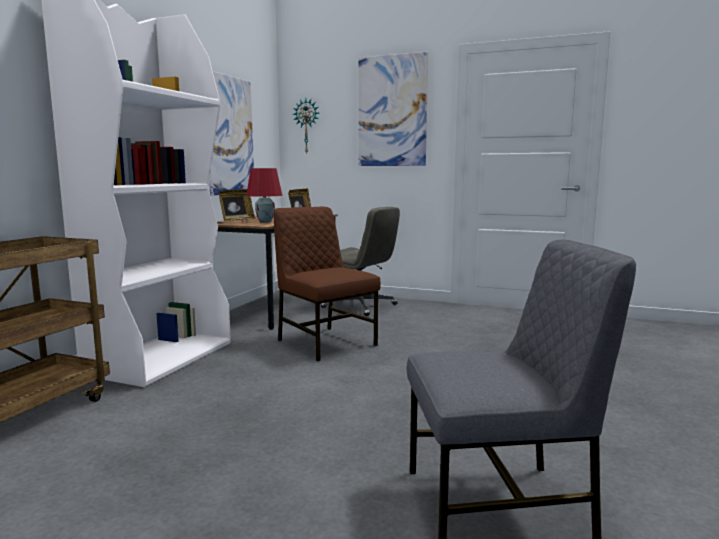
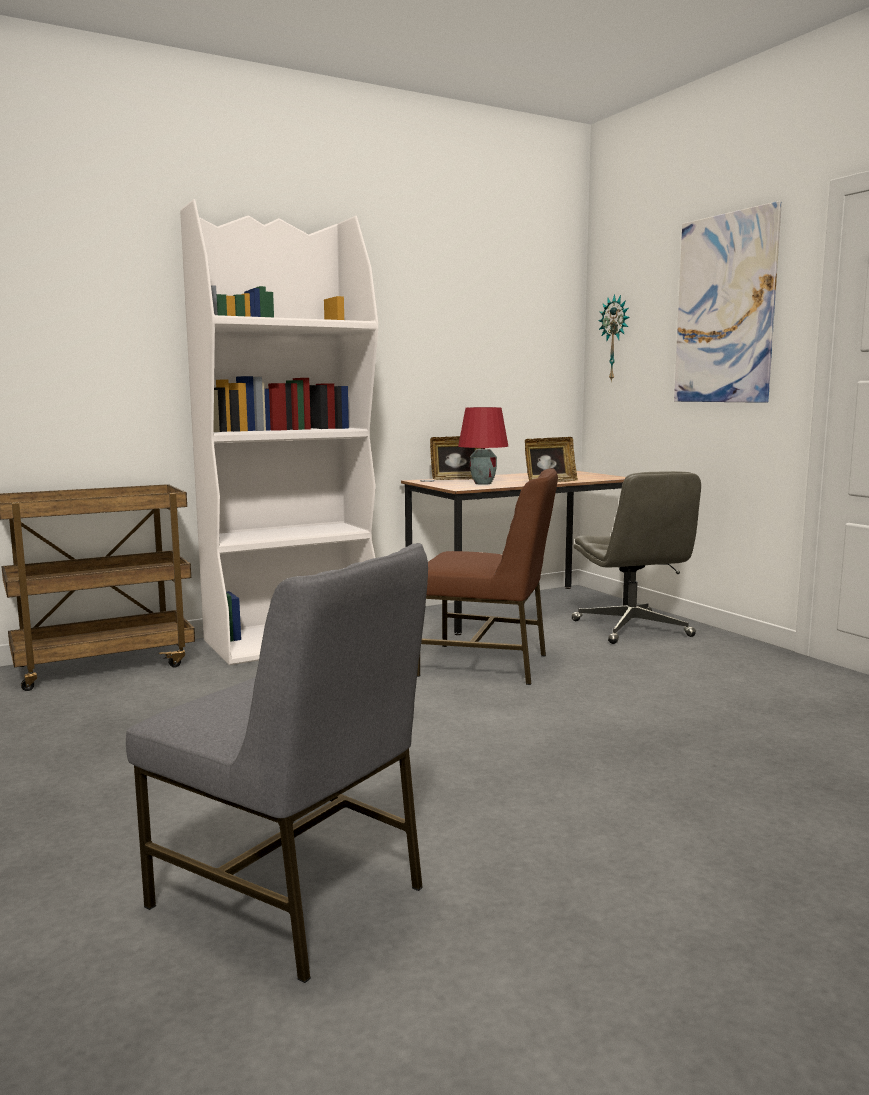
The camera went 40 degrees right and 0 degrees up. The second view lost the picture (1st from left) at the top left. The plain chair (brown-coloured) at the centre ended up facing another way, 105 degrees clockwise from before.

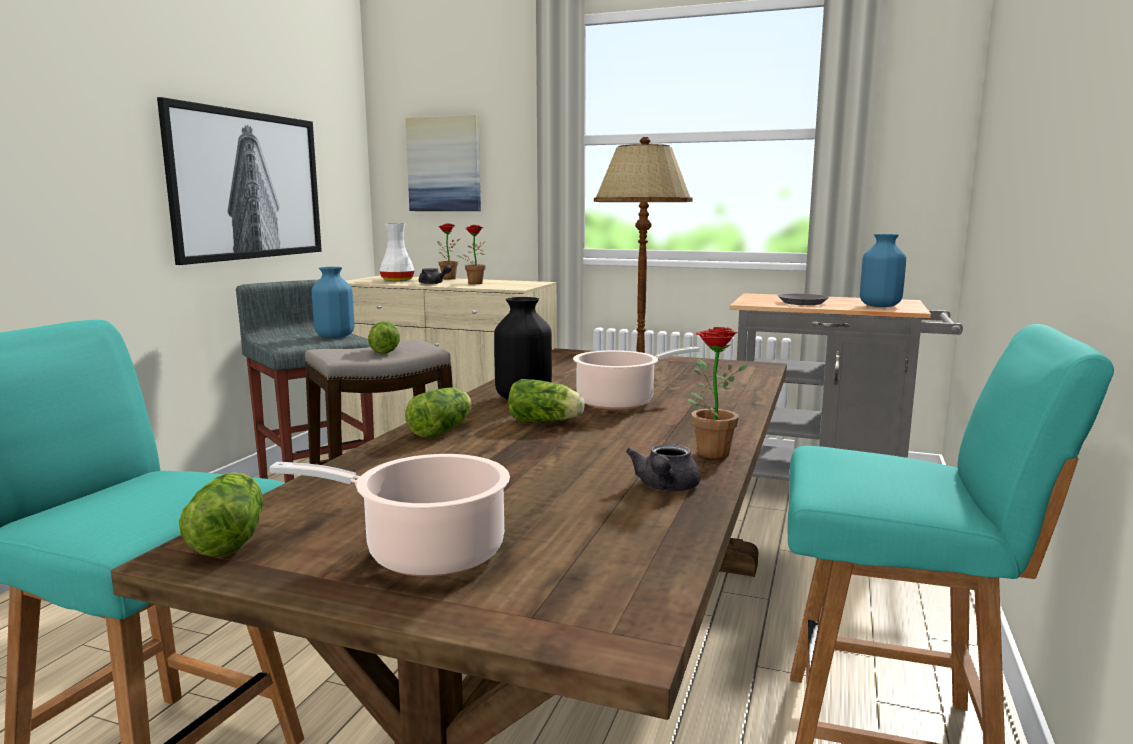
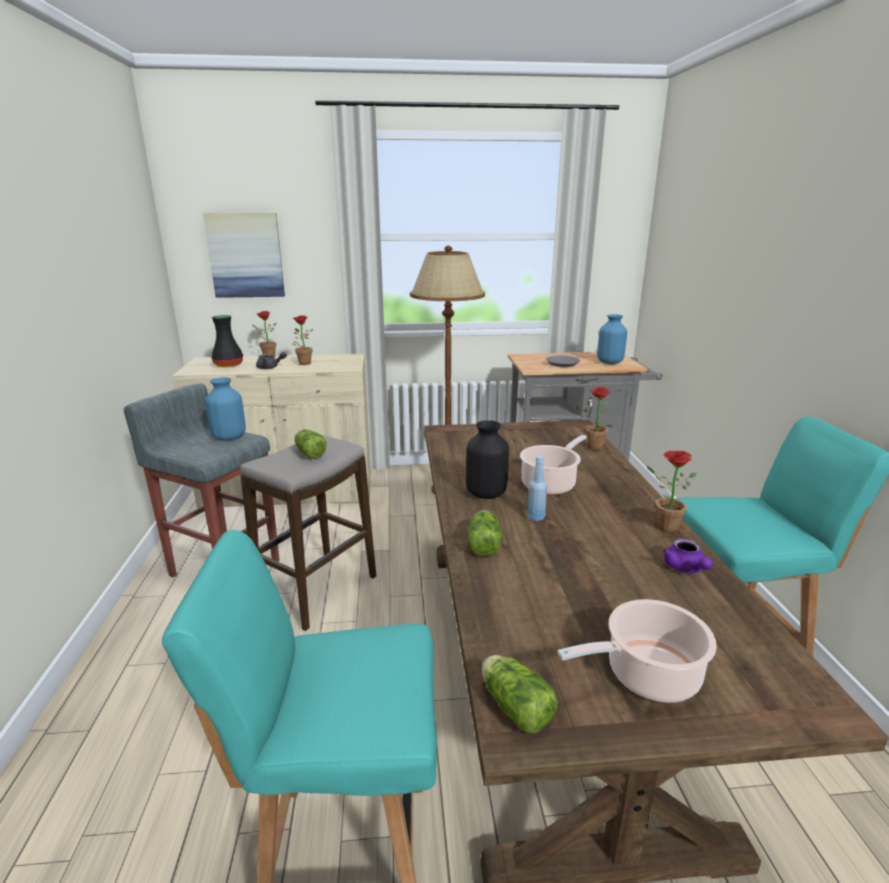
The camera went 25 degrees left and 10 degrees up. The second view lost the picture (1st from left) at the top left. What was the flower vase (white) at the centre turned into the flower vase (blackish) (1st from left) at the middle left. Where the lettuce head (4th from left) stood at the centre, the drink bottle (bluish) came to stand at the centre. What was the tea pot (grey) (2nd from left) at the centre turned into the tea pot (purplish) at the middle right. The second view gained the houseplant (3rd from left) at the middle right.

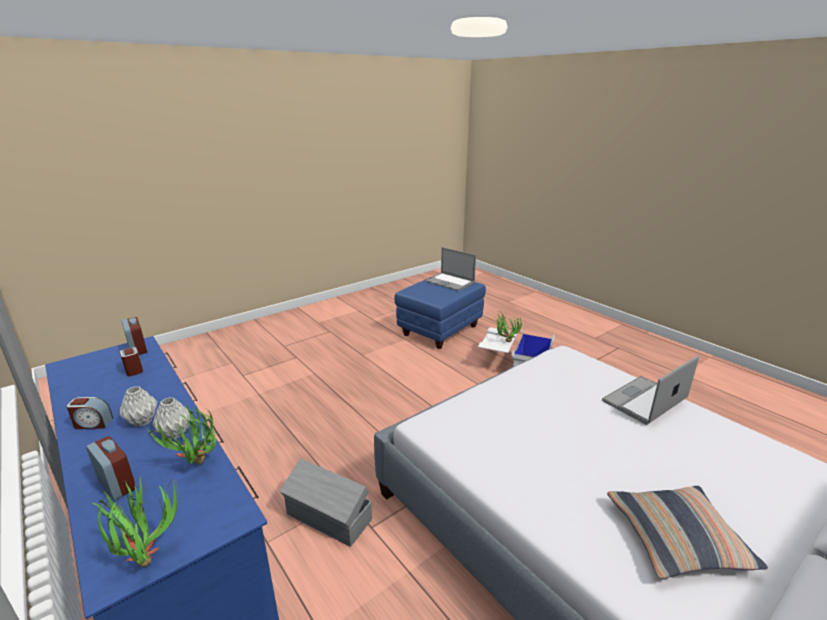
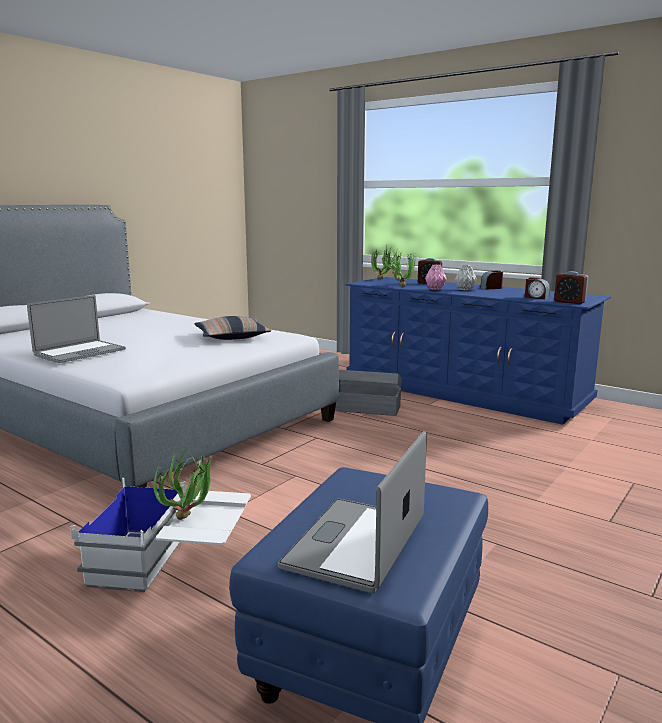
The camera went 165 degrees right and 10 degrees down. The portable computer (1st from left in the first image) at the centre ended up facing another way, 90 degrees counterclockwise from before. What was the flower vase (grey) (2nd from left) at the bottom left turned into the flower vase (pinkish) at the centre. The cushion ended up elsewhere, having gone from the bottom right to the centre.

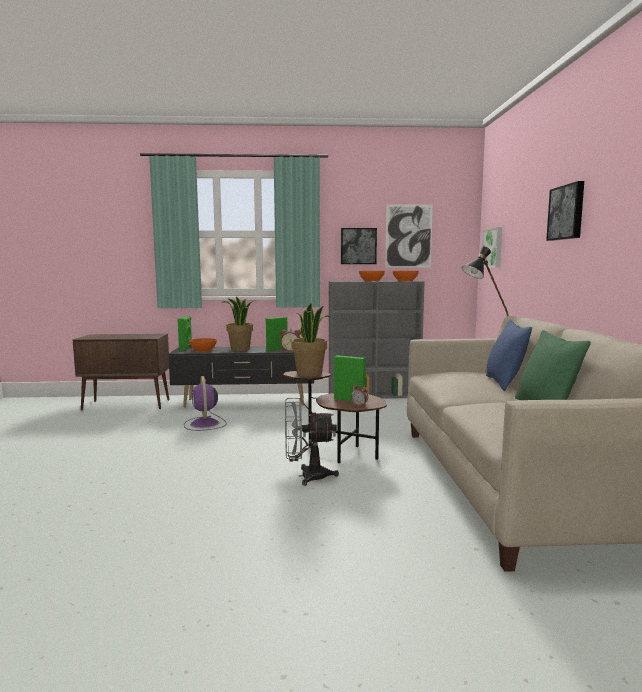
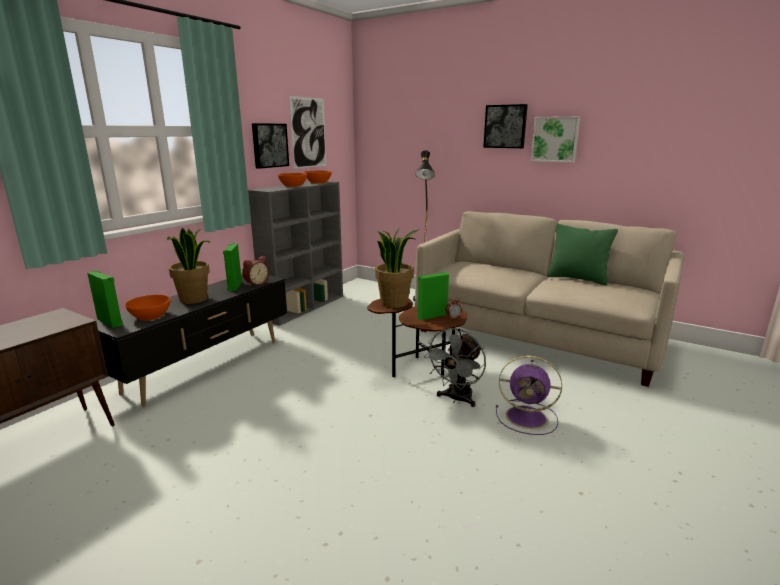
The camera went 55 degrees left and 10 degrees up. The picture (3rd from left in the first image) ended up elsewhere, having gone from the middle right to the top right. The second view lost the cushion (bluish) at the middle right. The cooling fan (purplish) ended up elsewhere, having gone from the middle left to the bottom right.

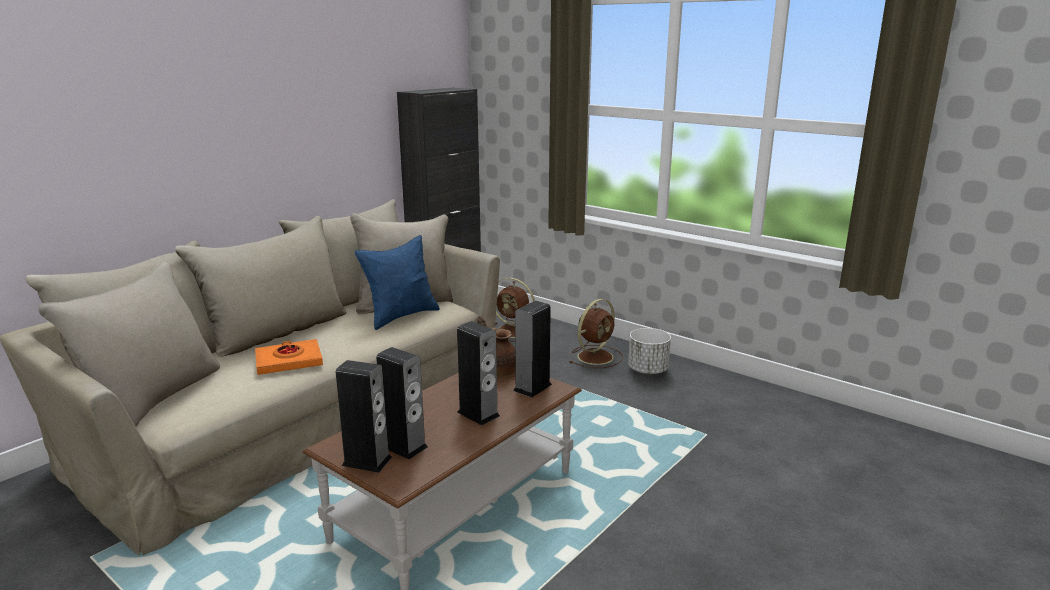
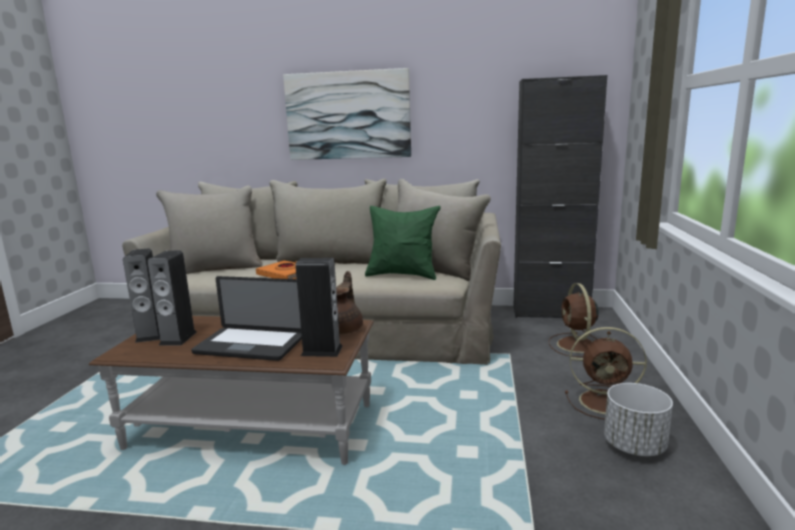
The camera went 60 degrees right and 5 degrees down. What was the cushion (bluish) at the centre turned into the cushion (green) at the centre. Where the speaker (3rd from left) stood at the centre, the portable computer came to stand at the middle left. The second view gained the picture at the top centre.

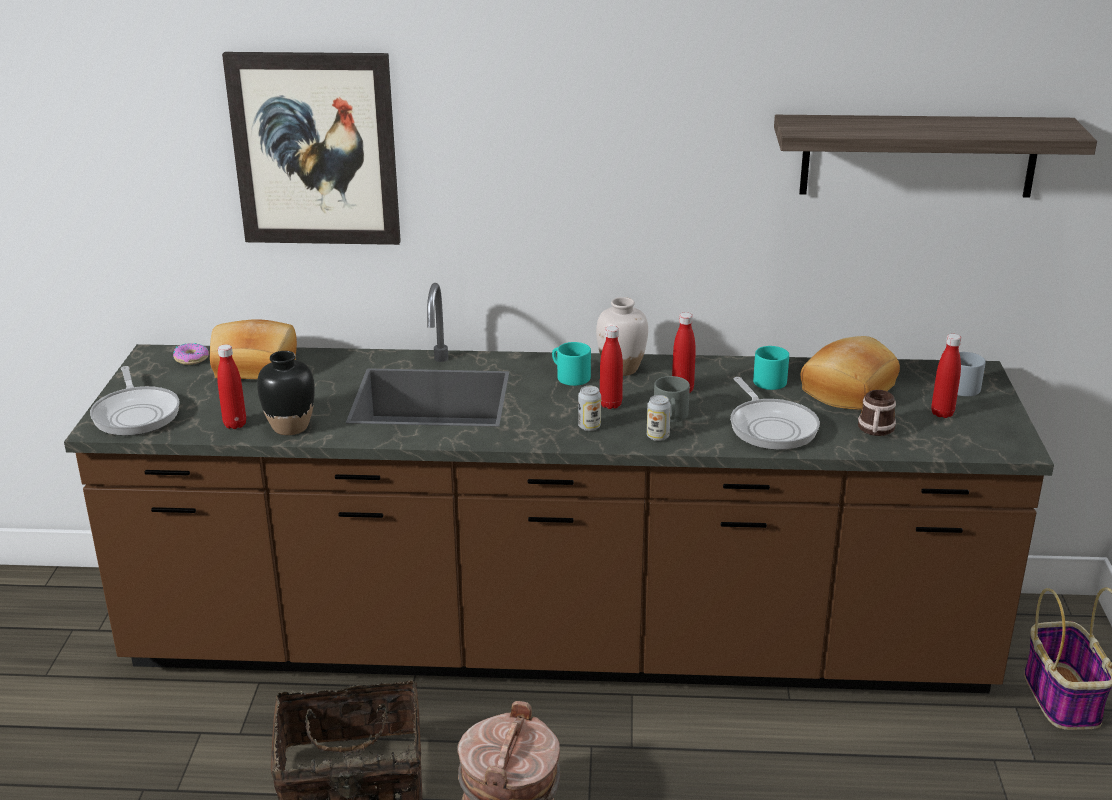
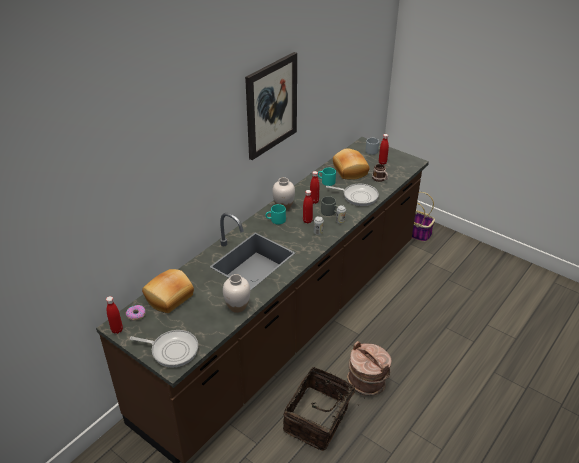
The camera went 55 degrees left and 10 degrees up. The picture ended up elsewhere, having gone from the top left to the top centre. The second view lost the bracket shelf at the top right. The drink bottle (red) (1st from left) ended up elsewhere, having gone from the middle left to the bottom left. What was the flower vase (blackish) at the middle left turned into the flower vase (white) (1st from left) at the centre.

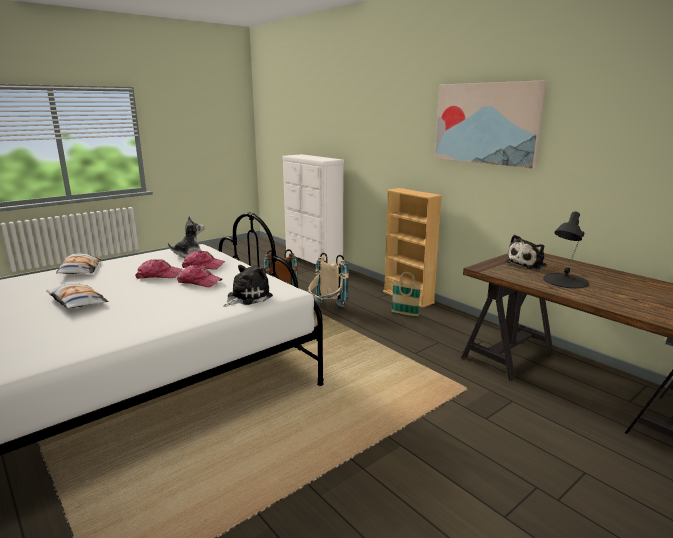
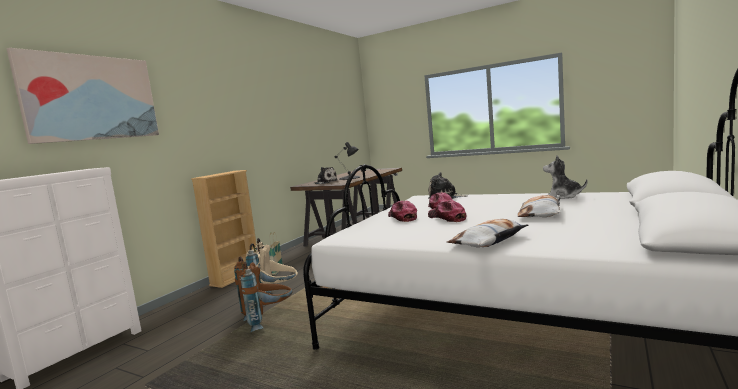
The camera went 110 degrees left and 10 degrees down. The picture ended up elsewhere, having gone from the top right to the top left. The soft toy (1st from left in the first image) ended up elsewhere, having gone from the middle left to the middle right.

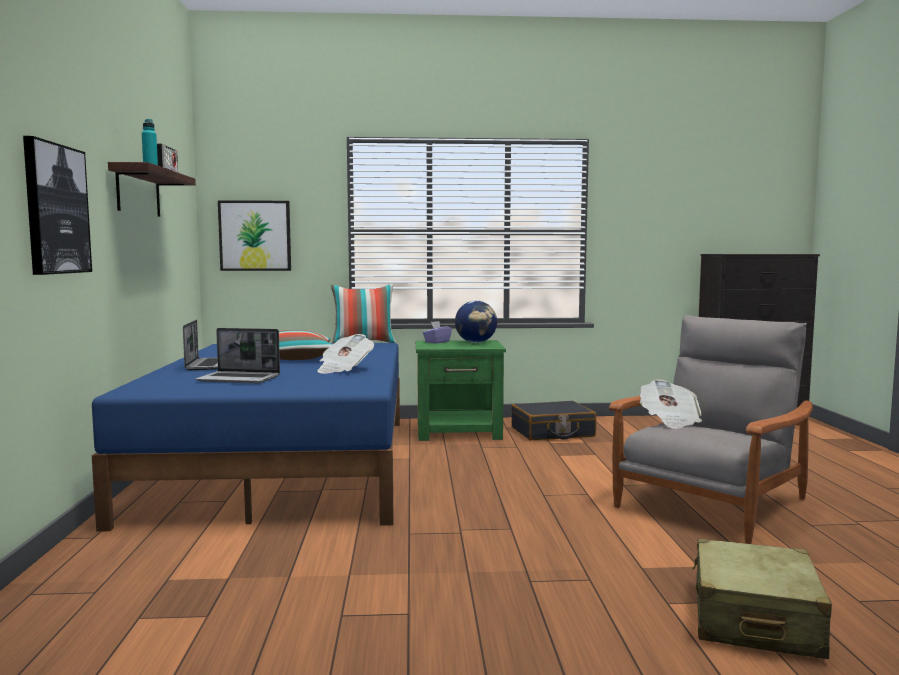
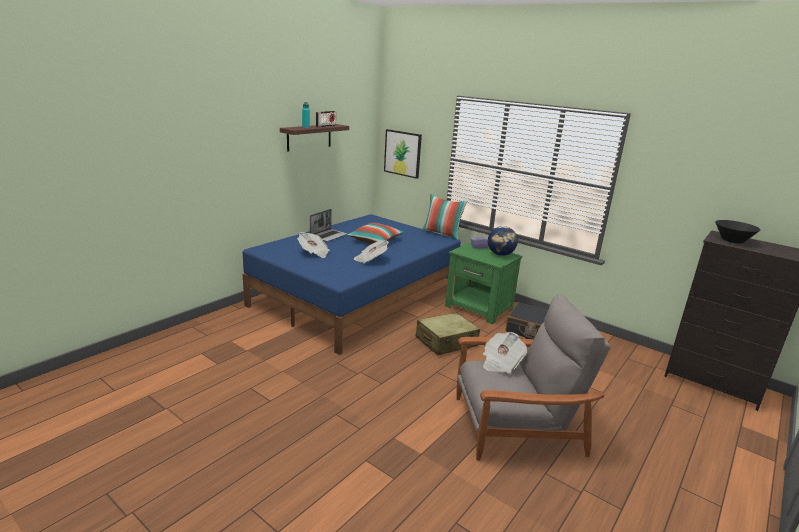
The camera went 40 degrees right and 15 degrees up. The second view lost the picture (1st from left) at the top left. Where the portable computer (2nd from left) stood at the middle left, the newspaper (1st from left) came to stand at the centre. The piece of luggage (beige) ended up elsewhere, having gone from the bottom right to the centre. The second view gained the deep dish (blackish) at the middle right.

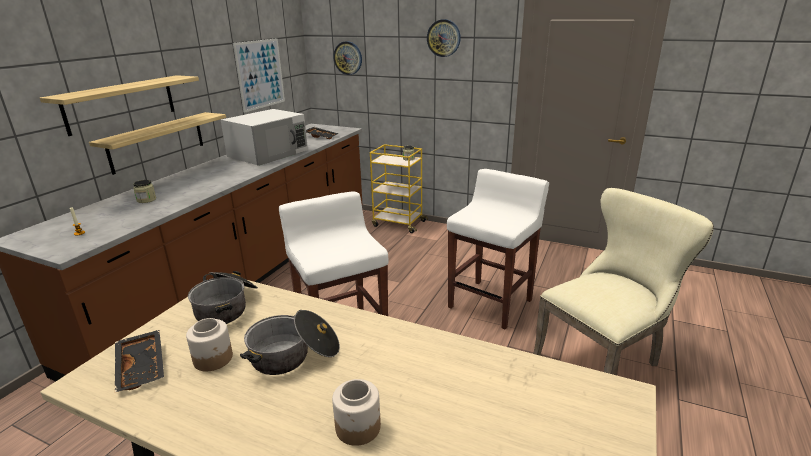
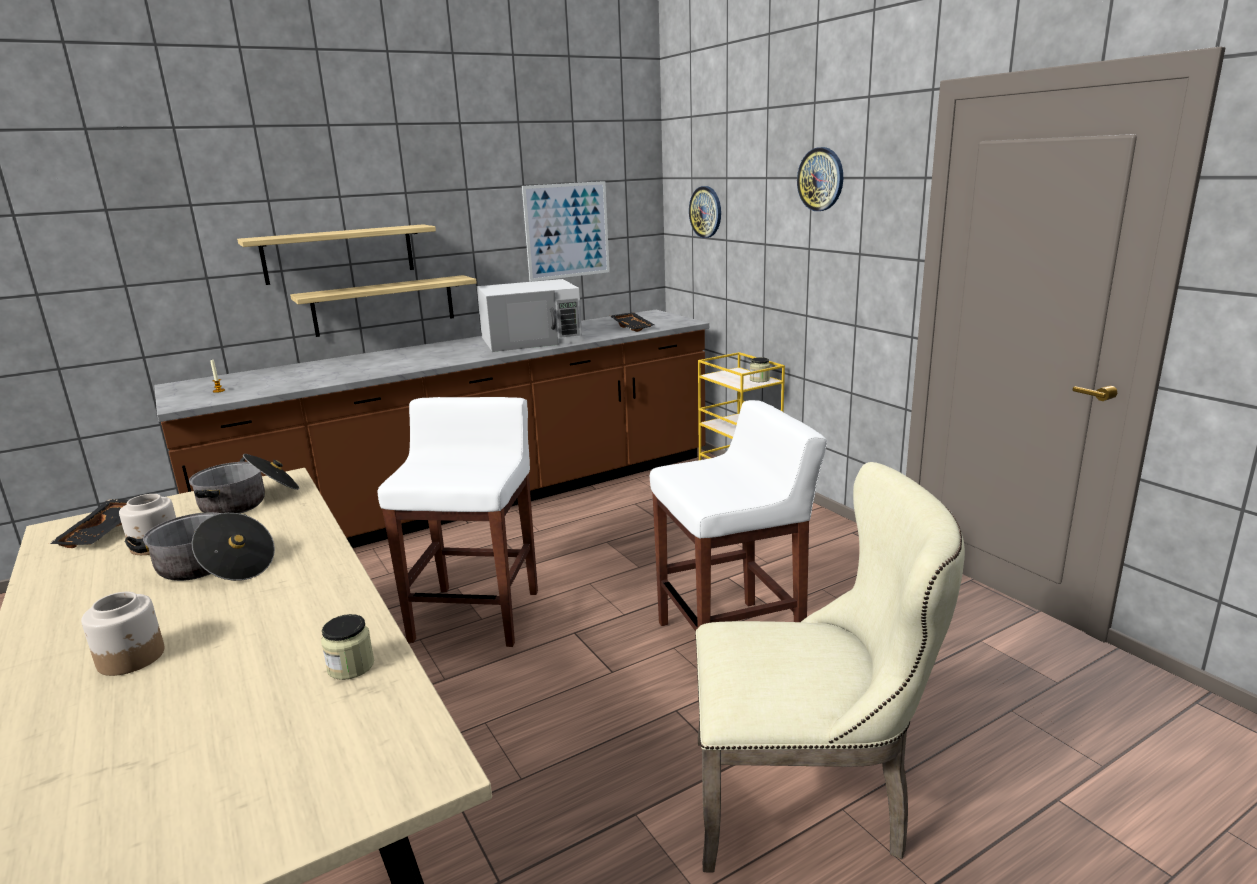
The camera went 35 degrees right and 5 degrees down. The storage jar (1st from left in the first image) ended up elsewhere, having gone from the middle left to the bottom left.

